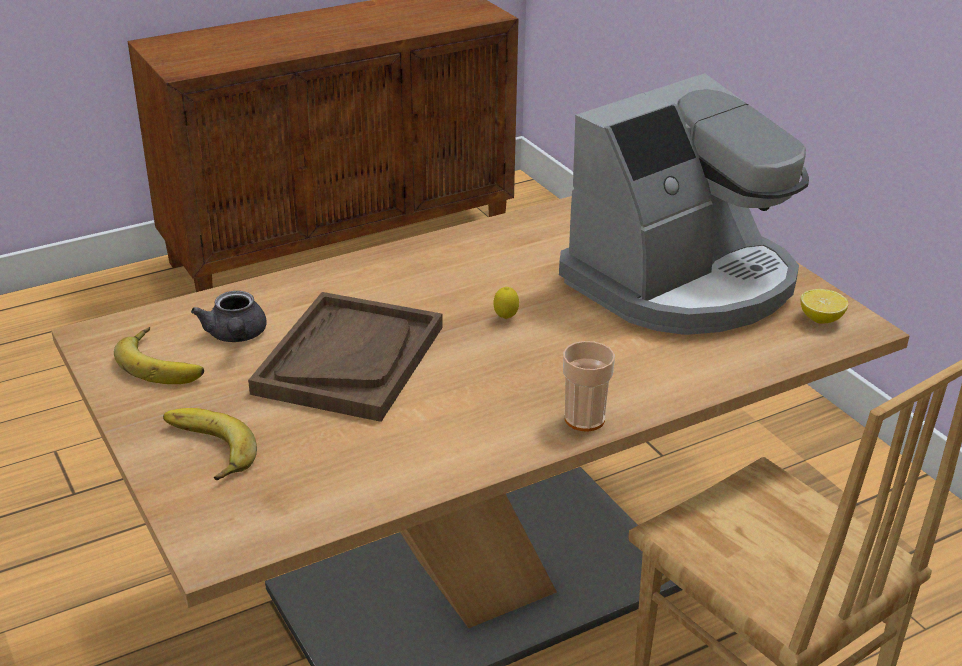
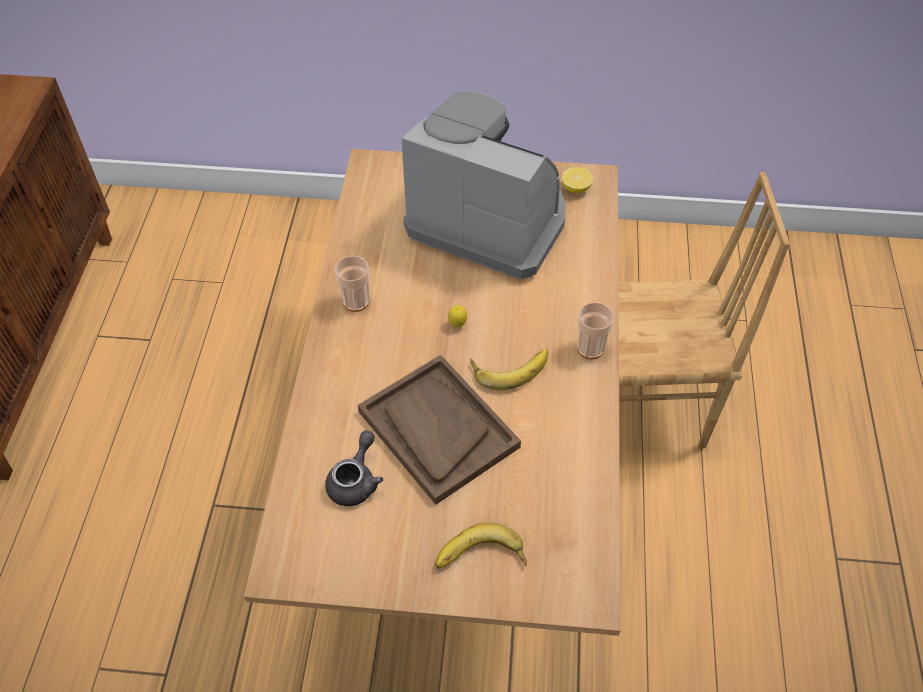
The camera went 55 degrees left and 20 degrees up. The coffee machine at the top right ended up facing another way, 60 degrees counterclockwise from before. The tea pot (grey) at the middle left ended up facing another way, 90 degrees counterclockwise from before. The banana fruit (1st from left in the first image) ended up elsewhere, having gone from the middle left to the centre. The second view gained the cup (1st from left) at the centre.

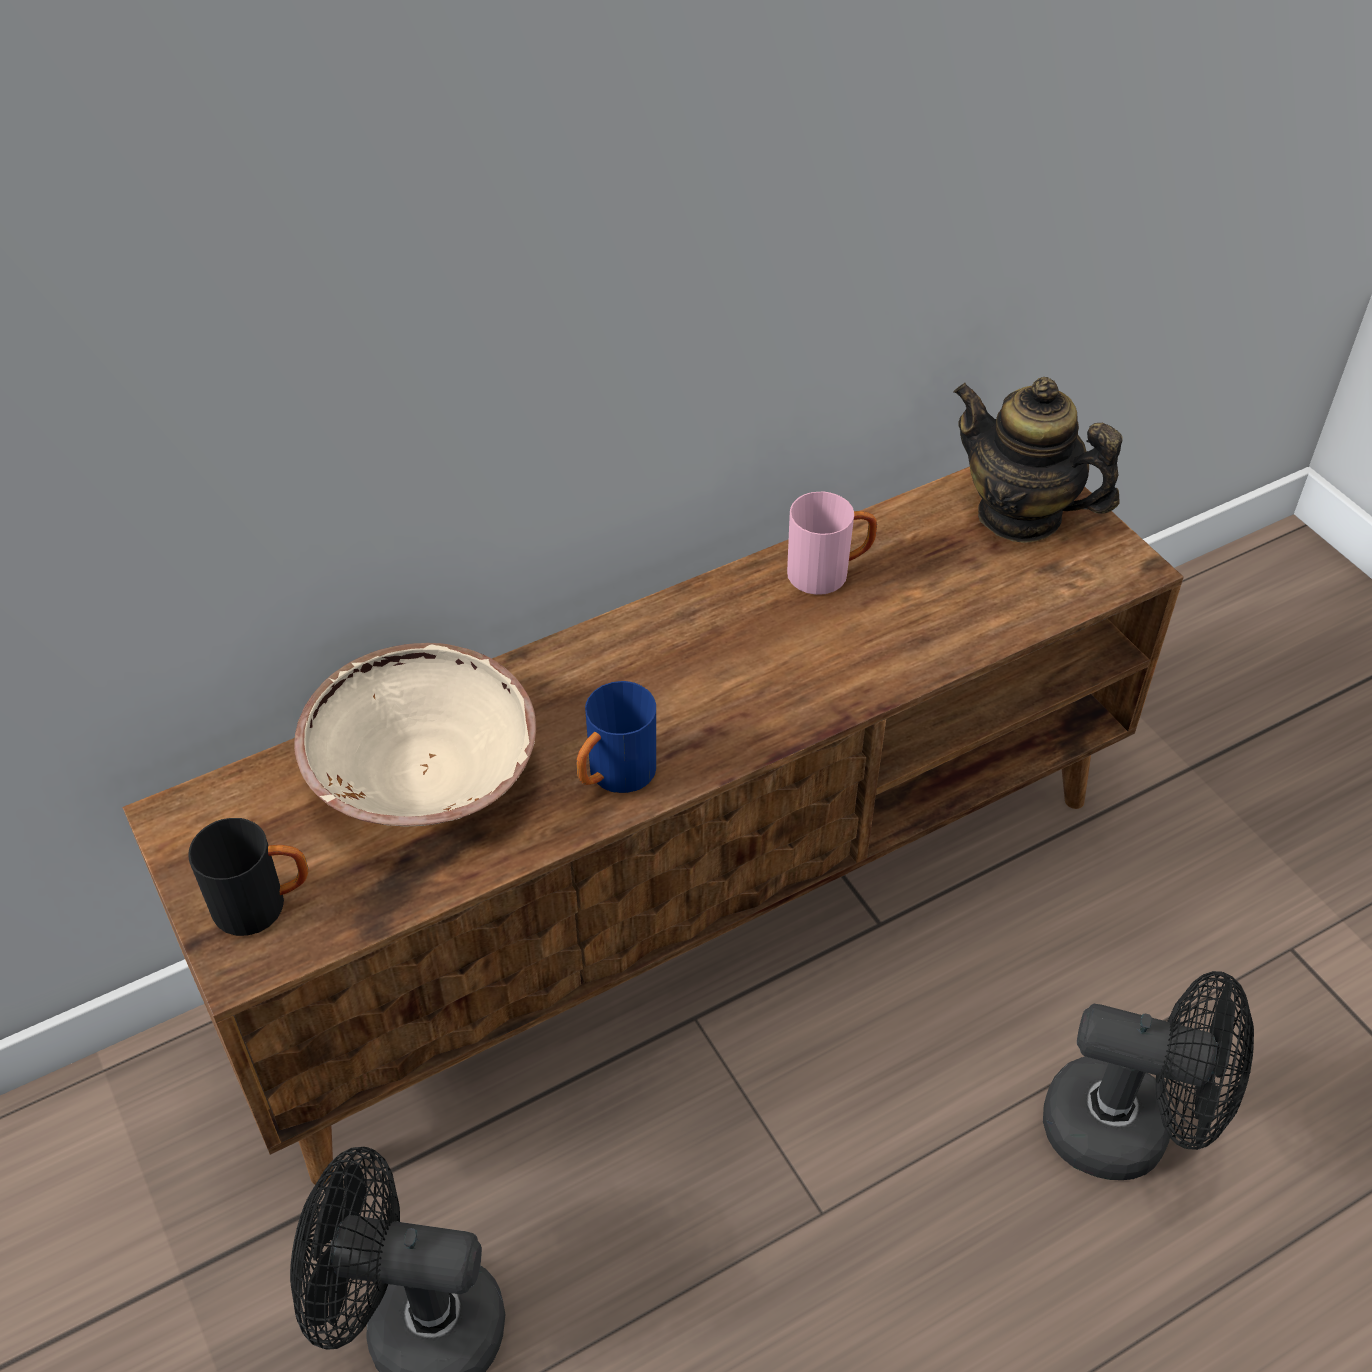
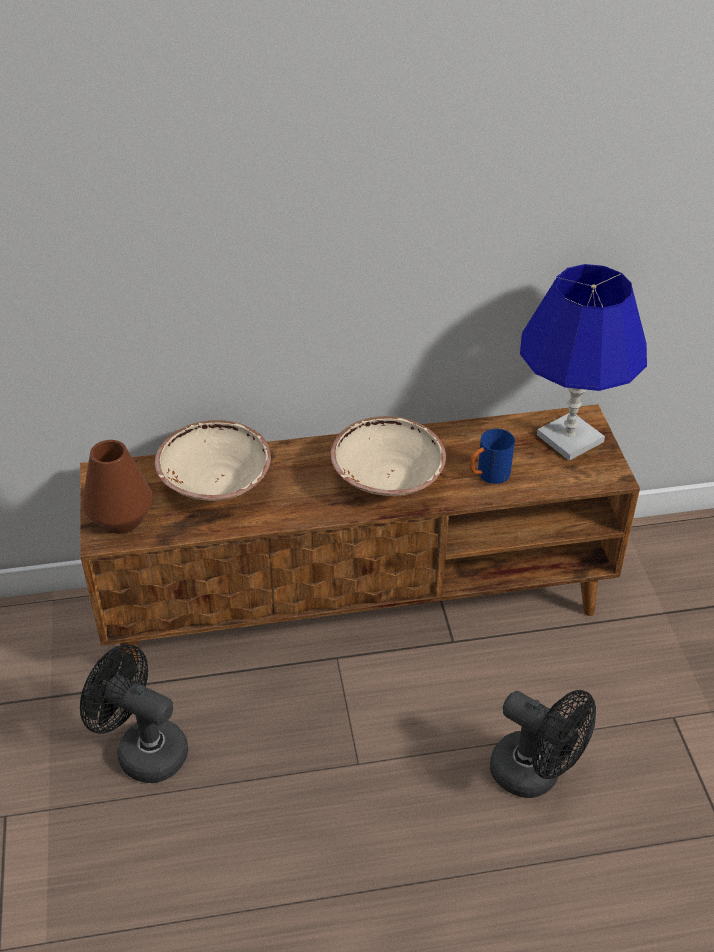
The camera went 20 degrees right and 5 degrees down. Where the tea pot stood at the middle right, the lamp for a table (bluish) came to stand at the middle right. The second view lost the coffee mug (pinkish) at the centre. The coffee mug (bluish) ended up elsewhere, having gone from the centre to the middle right. Where the coffee mug (blackish) stood at the middle left, the flower vase (brown-coloured) came to stand at the middle left. The second view gained the deep dish (beige) (2nd from left) at the centre.

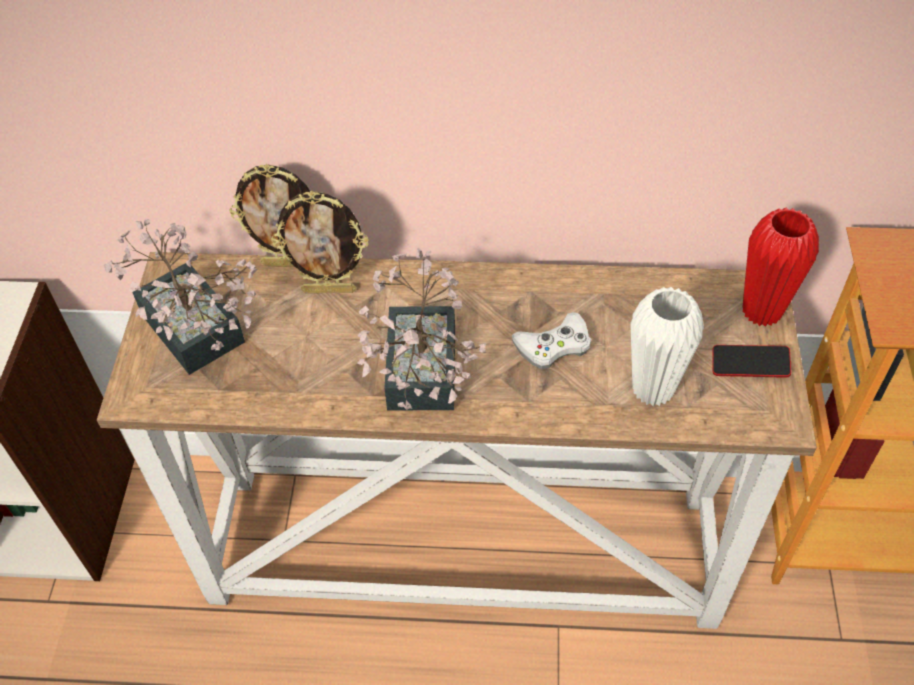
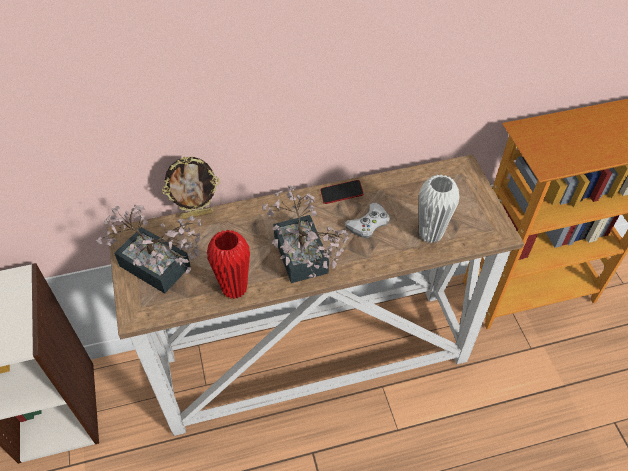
The camera went 20 degrees left and 0 degrees up. The second view lost the photo frame (2nd from left) at the centre. The flower vase (red) ended up elsewhere, having gone from the middle right to the centre. The phone ended up elsewhere, having gone from the middle right to the centre.

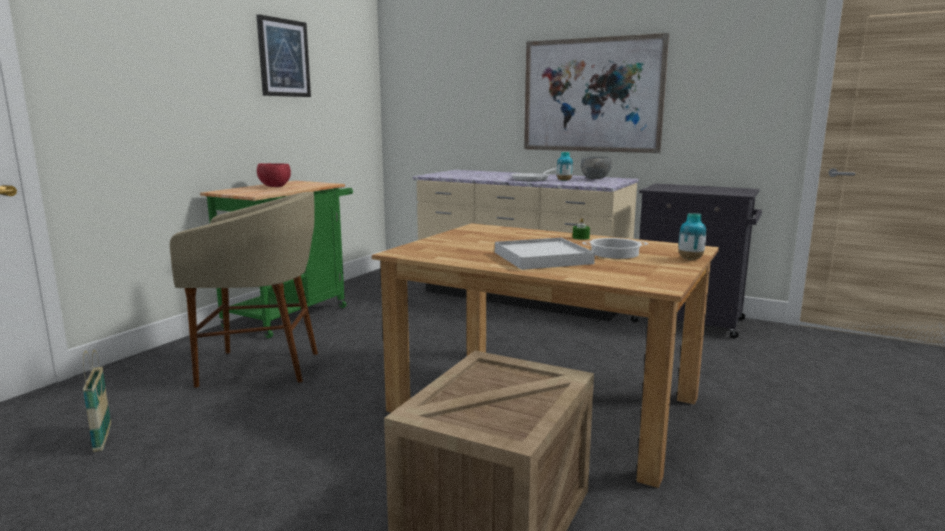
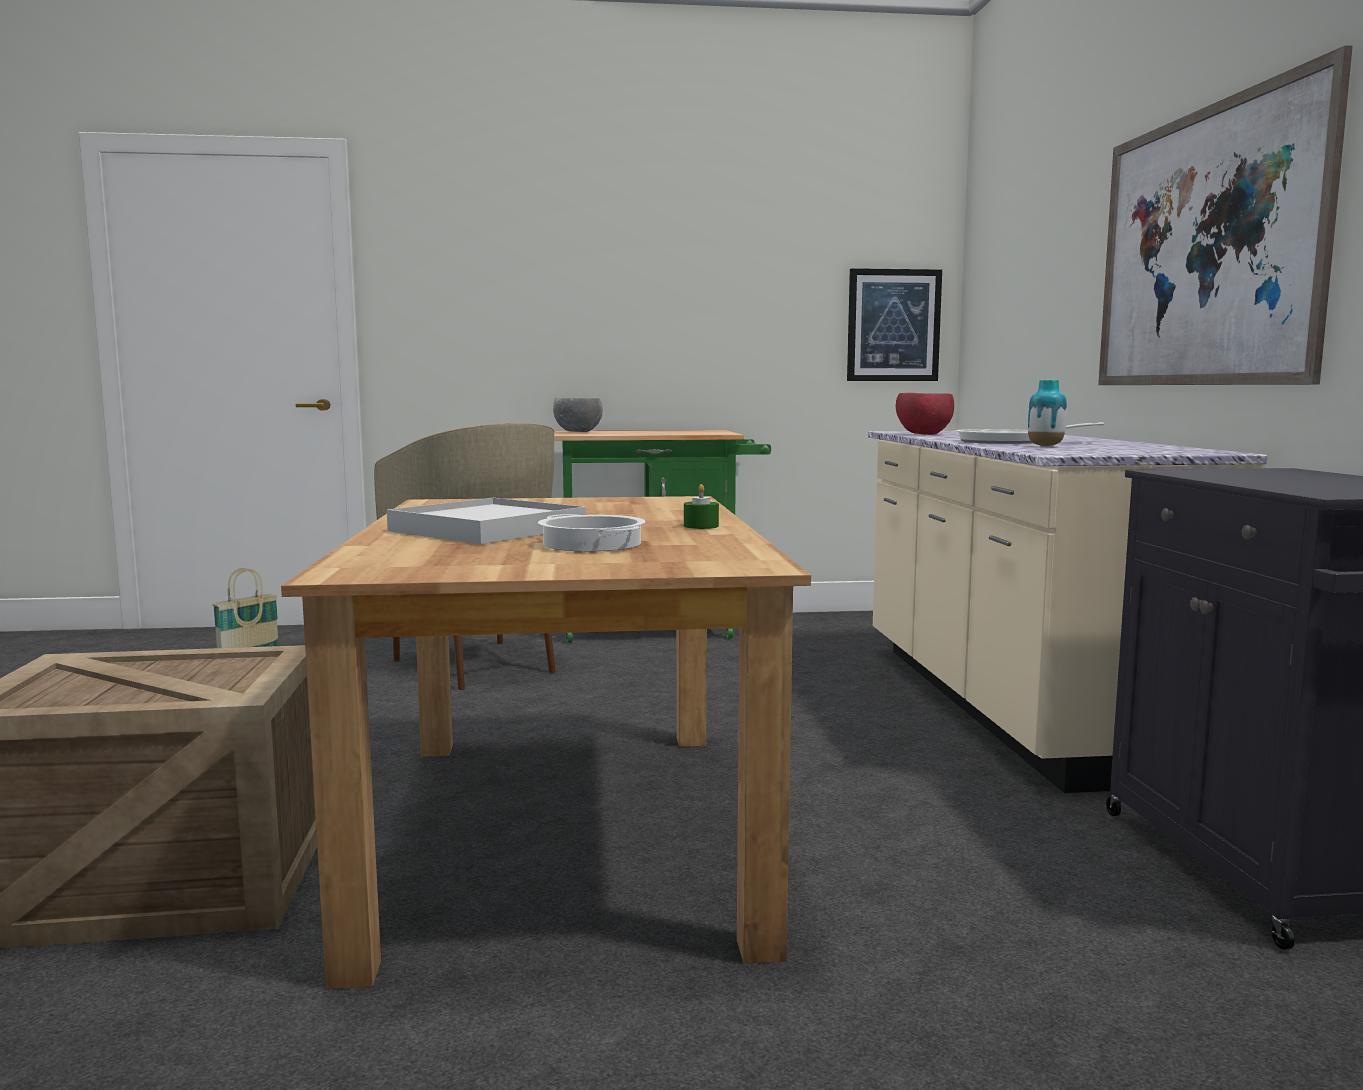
The camera went 55 degrees right and 5 degrees down. The picture (1st from left) ended up elsewhere, having gone from the top left to the top centre. The deep dish (grey) ended up elsewhere, having gone from the top centre to the centre. The deep dish (red) ended up elsewhere, having gone from the top left to the middle right. The second view lost the flower vase (2nd from left) at the middle right.

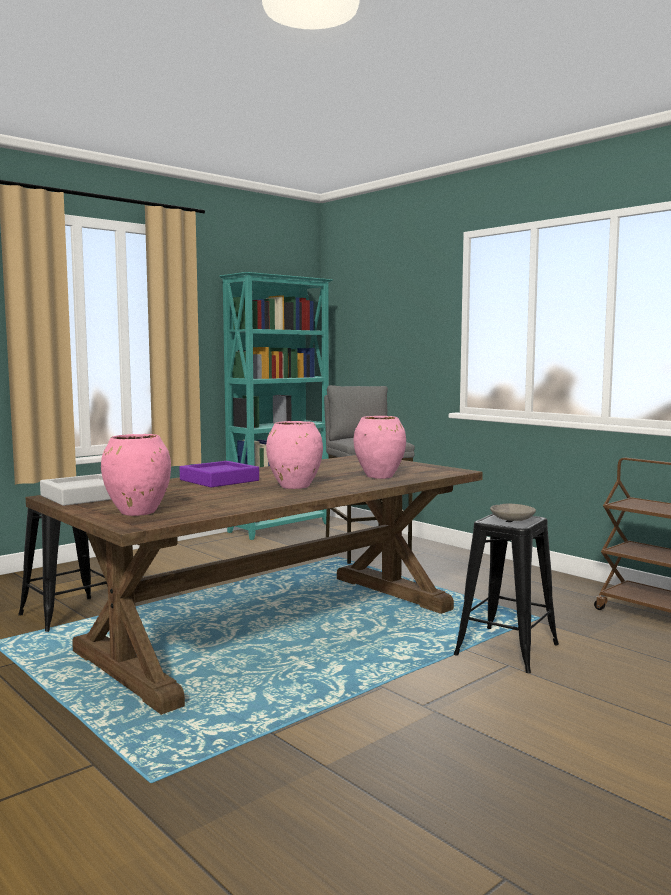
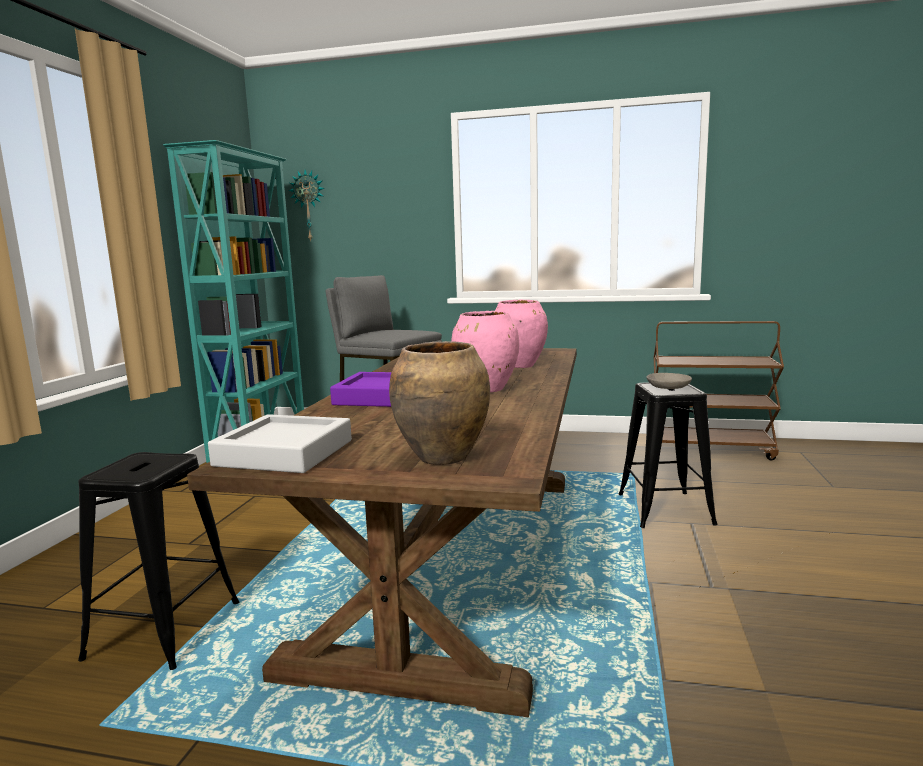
The camera went 35 degrees left and 5 degrees up. What was the flower vase (pinkish) (1st from left) at the middle left turned into the flower vase (brown-coloured) at the centre. The second view gained the clock on the wall at the top left.

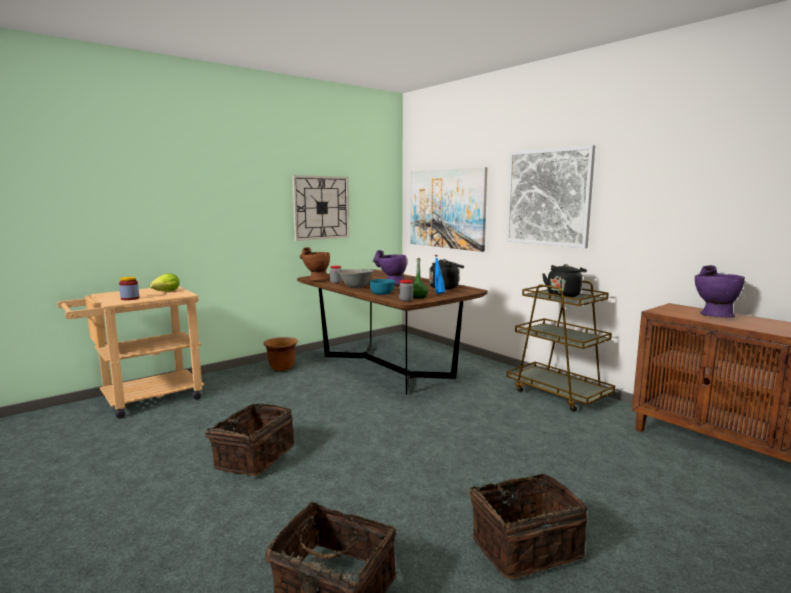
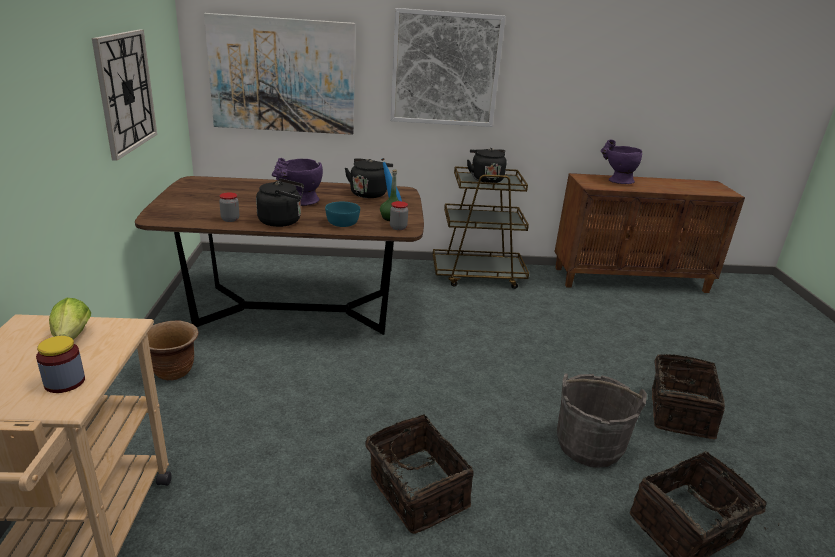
The camera went 55 degrees left and 15 degrees up. The second view lost the flower vase (brown-coloured) at the centre. Where the deep dish (grey) stood at the centre, the tea kettle (blackish) (1st from left) came to stand at the centre. The second view gained the bucket (grey) at the bottom right.

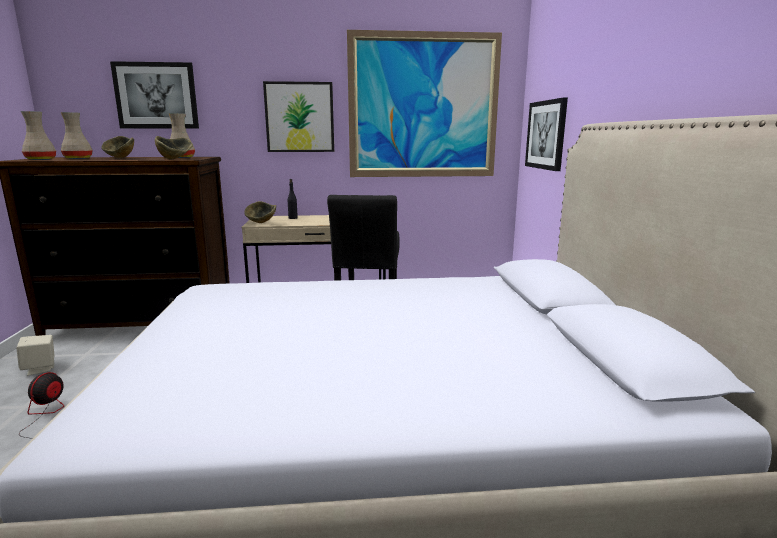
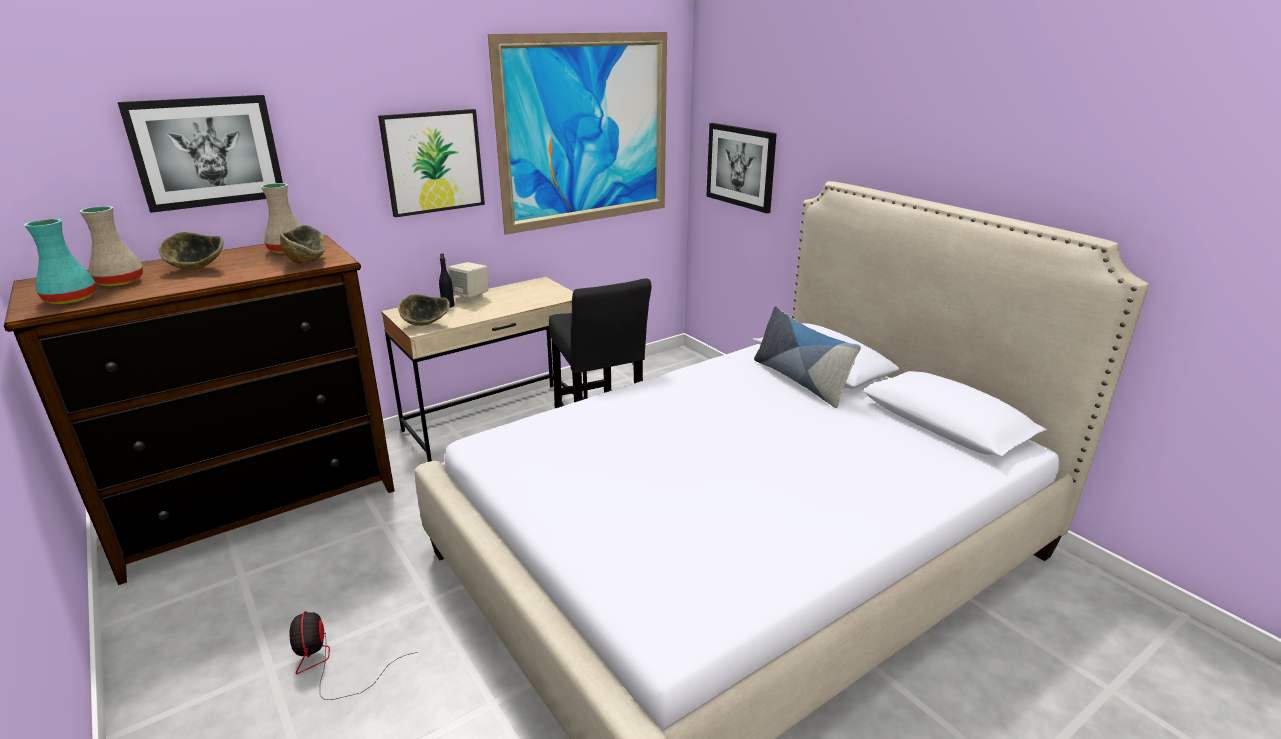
The camera went 30 degrees left and 10 degrees up. What was the flower vase (beige) (1st from left) at the top left turned into the flower vase (turquoise-coloured) at the middle left. The speaker (beige) ended up elsewhere, having gone from the middle left to the centre. The second view gained the cushion at the centre.

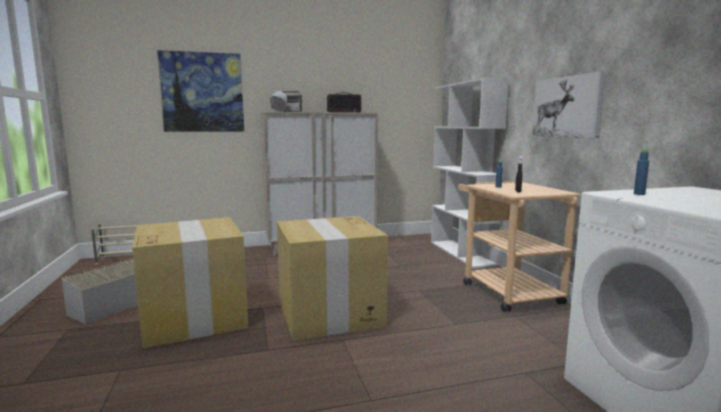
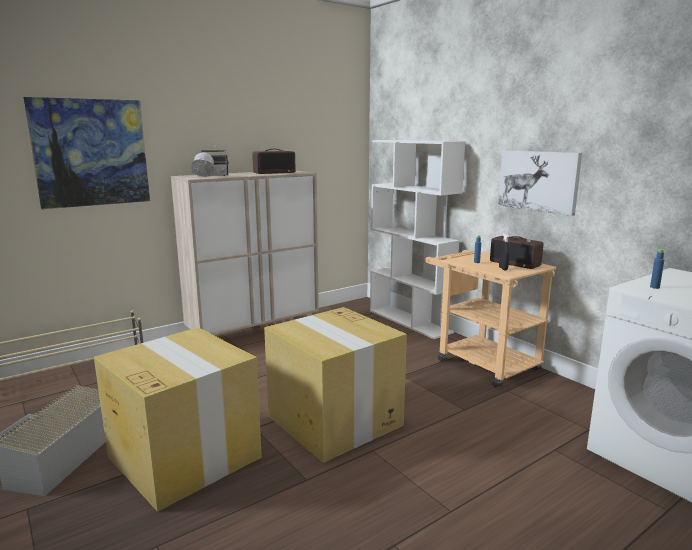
The camera went 20 degrees left and 5 degrees up. The second view gained the radio (3rd from left) at the middle right.

